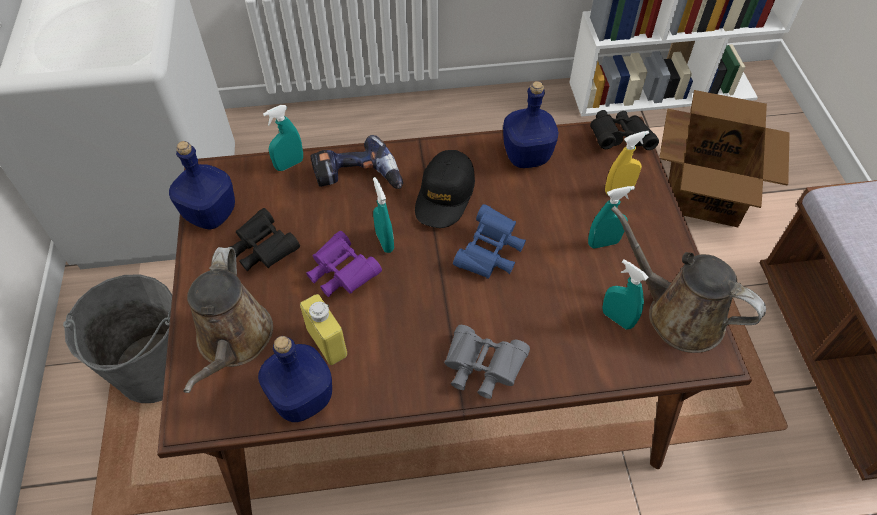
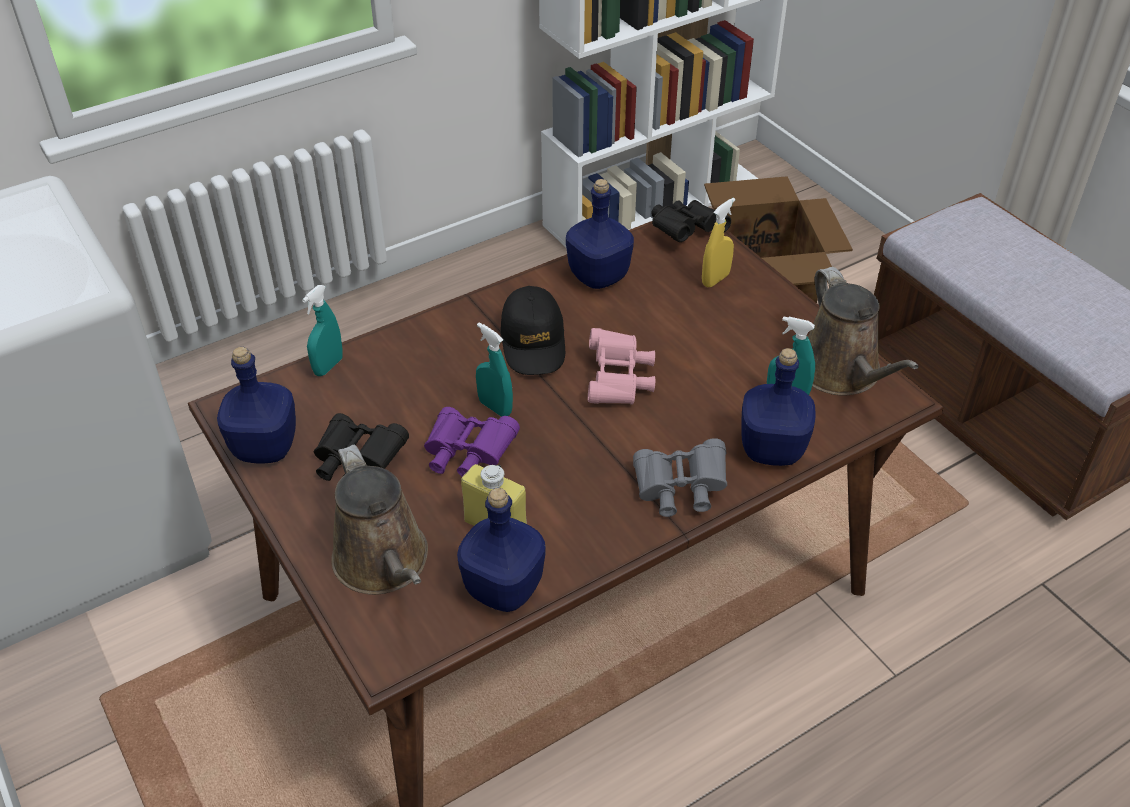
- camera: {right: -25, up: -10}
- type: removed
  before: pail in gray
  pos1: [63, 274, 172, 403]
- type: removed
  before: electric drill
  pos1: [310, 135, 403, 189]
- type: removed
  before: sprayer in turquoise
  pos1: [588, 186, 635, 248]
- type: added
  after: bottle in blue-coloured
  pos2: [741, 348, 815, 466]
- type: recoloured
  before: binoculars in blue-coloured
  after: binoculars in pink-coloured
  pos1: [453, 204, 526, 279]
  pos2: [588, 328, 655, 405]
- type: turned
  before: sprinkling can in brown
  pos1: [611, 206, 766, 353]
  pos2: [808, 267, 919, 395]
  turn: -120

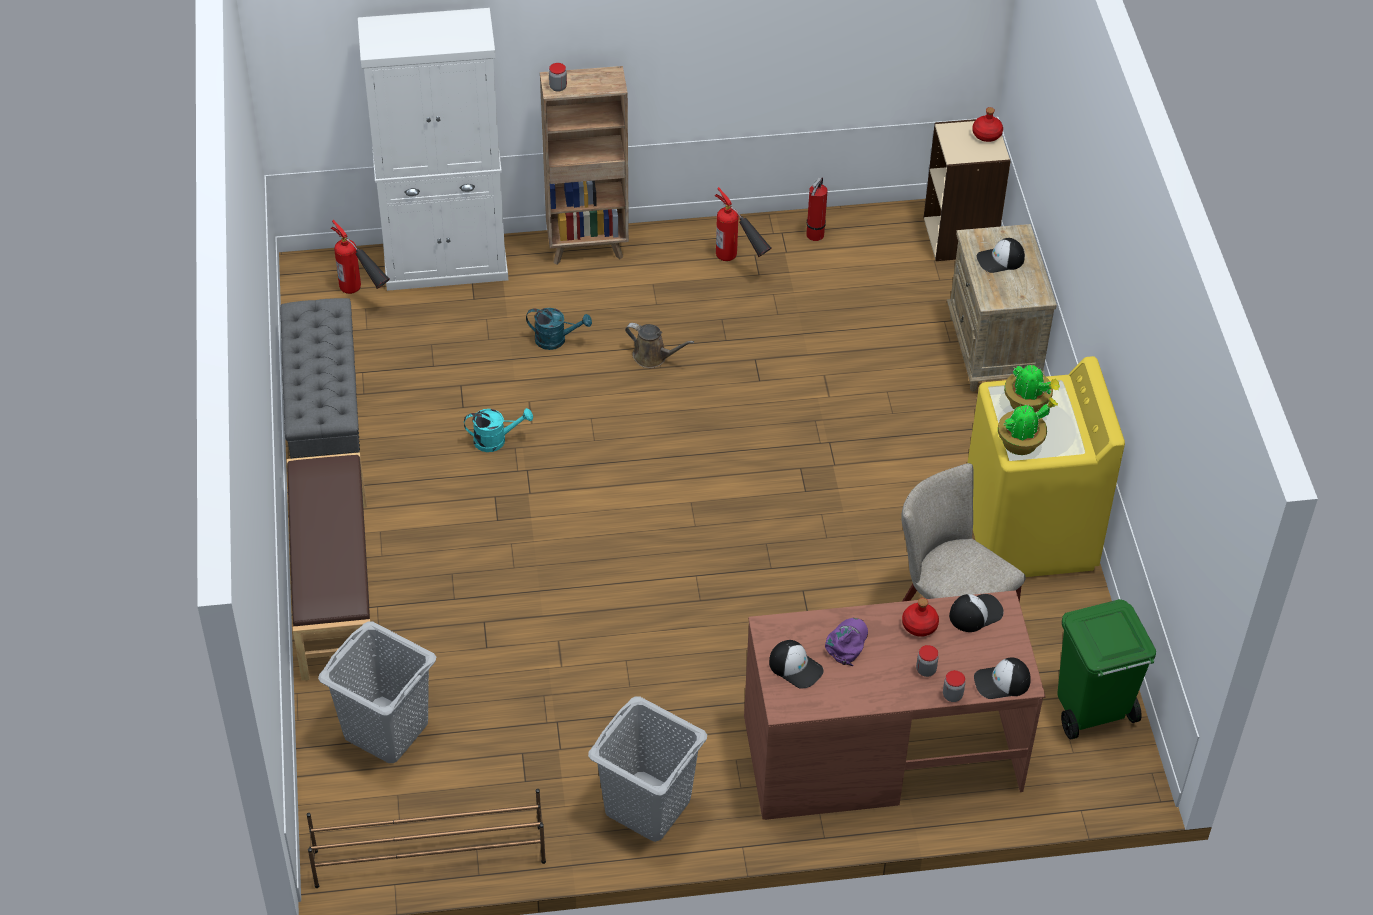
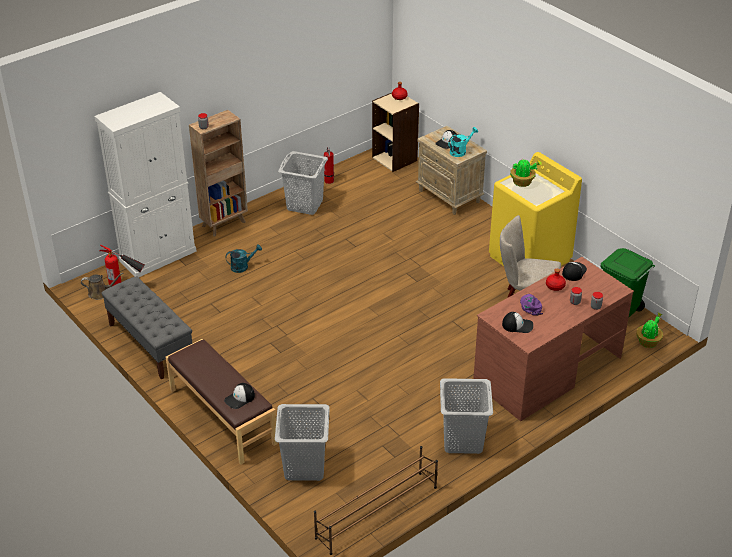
- camera: {right: -30, up: -10}
- type: moved
  before: sprinkling can in turquoise
  pos1: [464, 408, 533, 452]
  pos2: [448, 127, 478, 157]
- type: moved
  before: sprinkling can in brown
  pos1: [625, 323, 694, 368]
  pos2: [81, 273, 123, 300]
- type: moved
  before: cap
  pos1: [974, 657, 1031, 699]
  pos2: [224, 383, 255, 409]
- type: moved
  before: potted plant
  pos1: [998, 397, 1058, 455]
  pos2: [636, 313, 663, 348]
- type: replaced
  before: extinguisher
  after: washing basket in gray
  pos1: [714, 187, 772, 261]
  pos2: [278, 151, 328, 215]

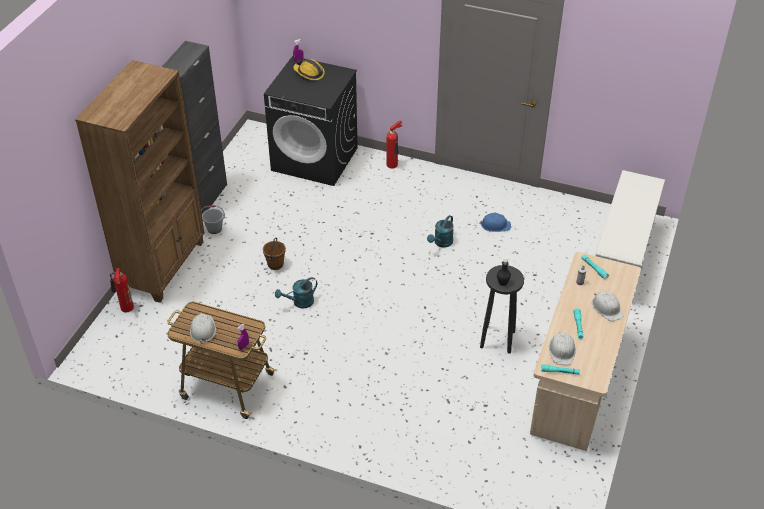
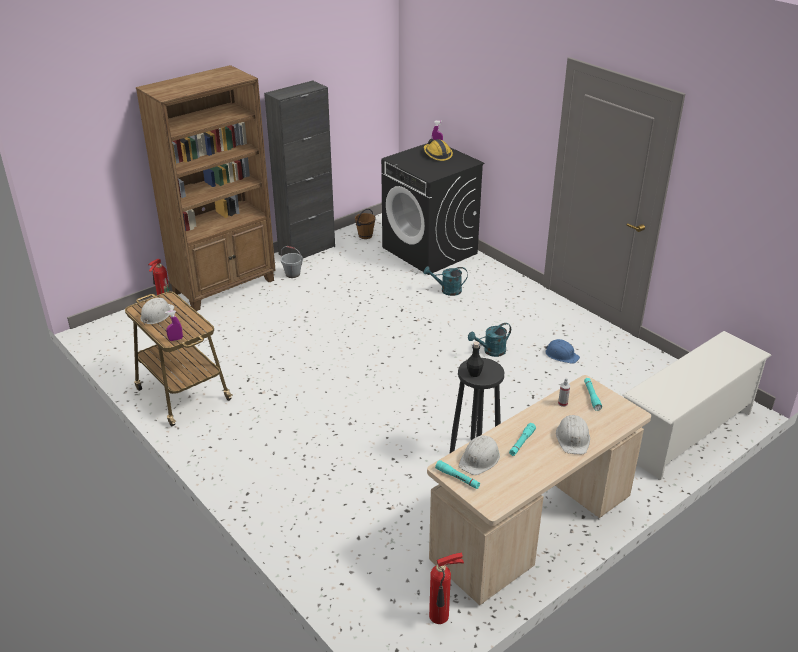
- camera: {right: 30, up: -10}
- type: moved
  before: pail in brown
  pos1: [263, 238, 286, 270]
  pos2: [355, 209, 375, 239]
- type: moved
  before: sprinkling can in turquoise
  pos1: [275, 277, 317, 308]
  pos2: [424, 266, 468, 296]
- type: moved
  before: extinguisher
  pos1: [387, 120, 402, 169]
  pos2: [429, 553, 464, 624]

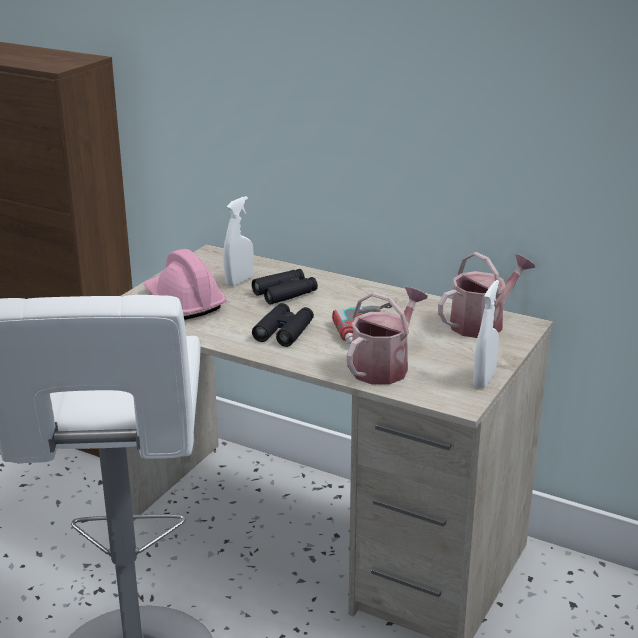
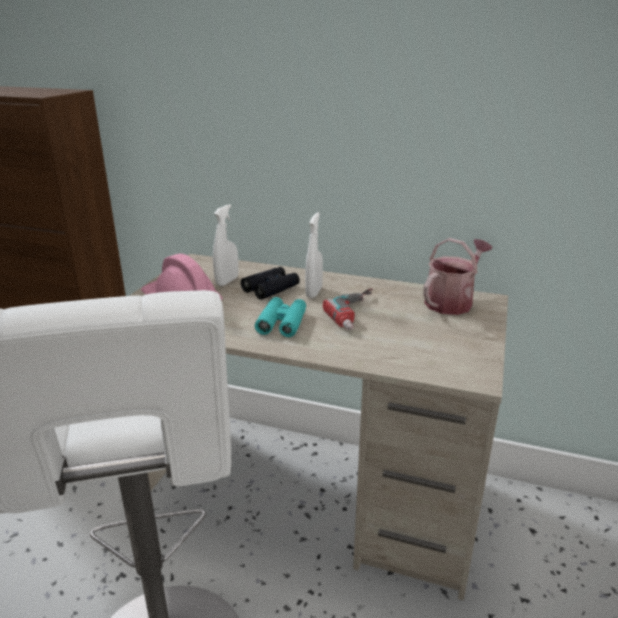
- camera: {right: -10, up: 0}
- type: removed
  before: sprinkling can
  pos1: [347, 287, 428, 385]
- type: moved
  before: sprayer in white
  pos1: [473, 280, 499, 388]
  pos2: [305, 212, 323, 298]
- type: recoloured
  before: binoculars in black
  after: binoculars in turquoise
  pos1: [252, 303, 314, 347]
  pos2: [255, 297, 306, 337]

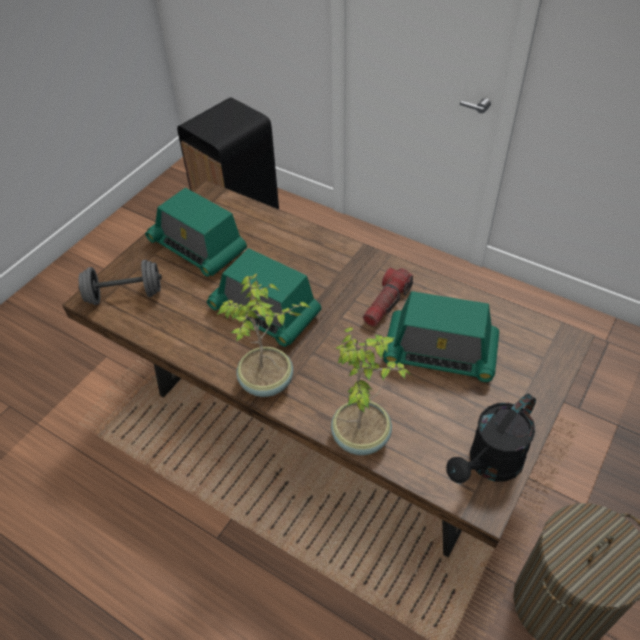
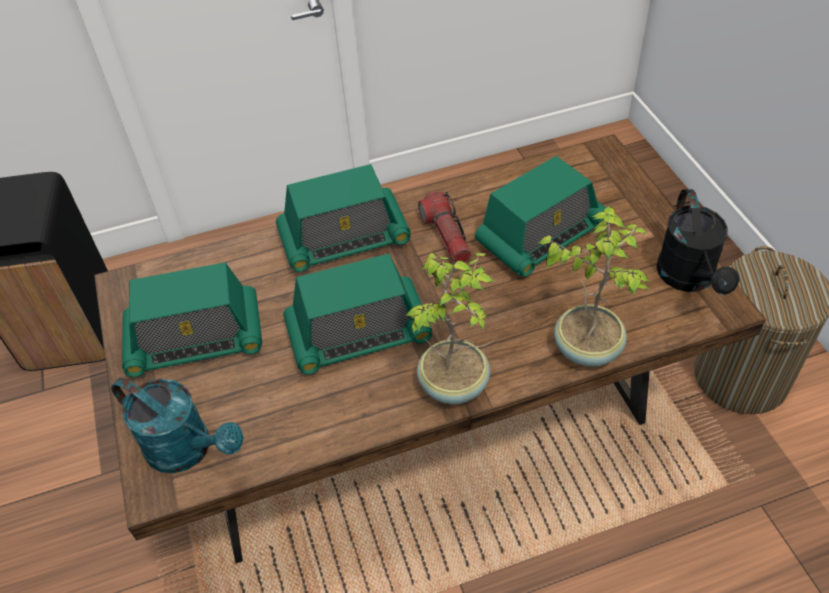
- camera: {right: -50, up: 0}
- type: added
  after: radio set
  pos2: [276, 164, 411, 272]
- type: replaced
  before: hand weight in gray
  after: sprinkling can in turquoise
  pos1: [78, 260, 162, 305]
  pos2: [111, 378, 244, 473]

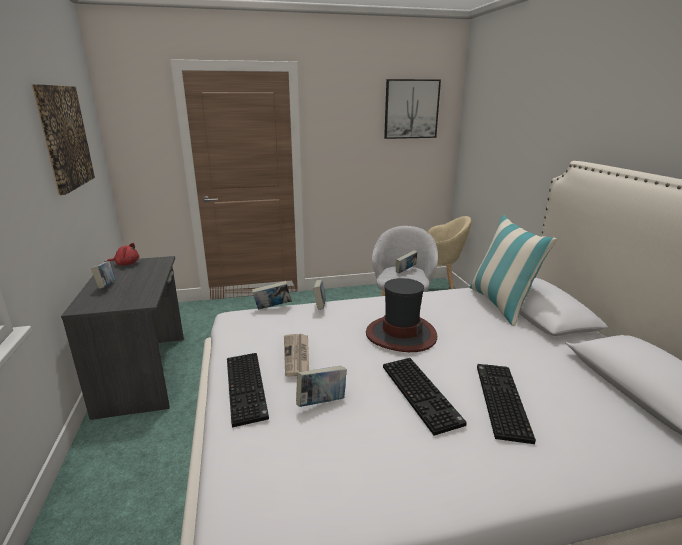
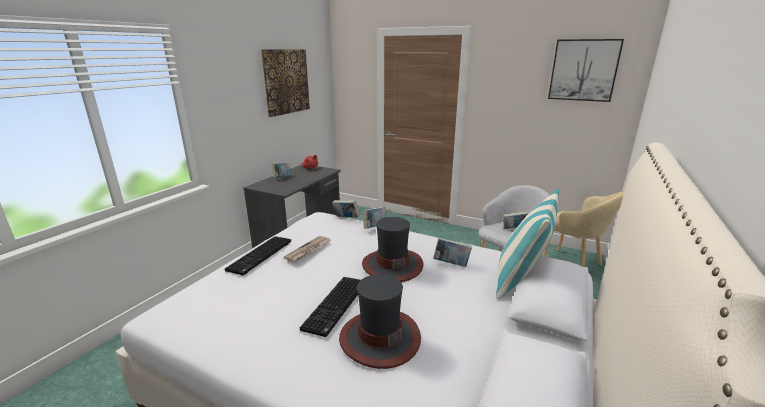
- camera: {right: 40, up: 0}
- type: moved
  before: volume
  pos1: [296, 366, 347, 407]
  pos2: [433, 237, 472, 267]
- type: replaced
  before: keyboard
  after: wearable hat
  pos1: [477, 364, 536, 444]
  pos2: [339, 274, 421, 369]

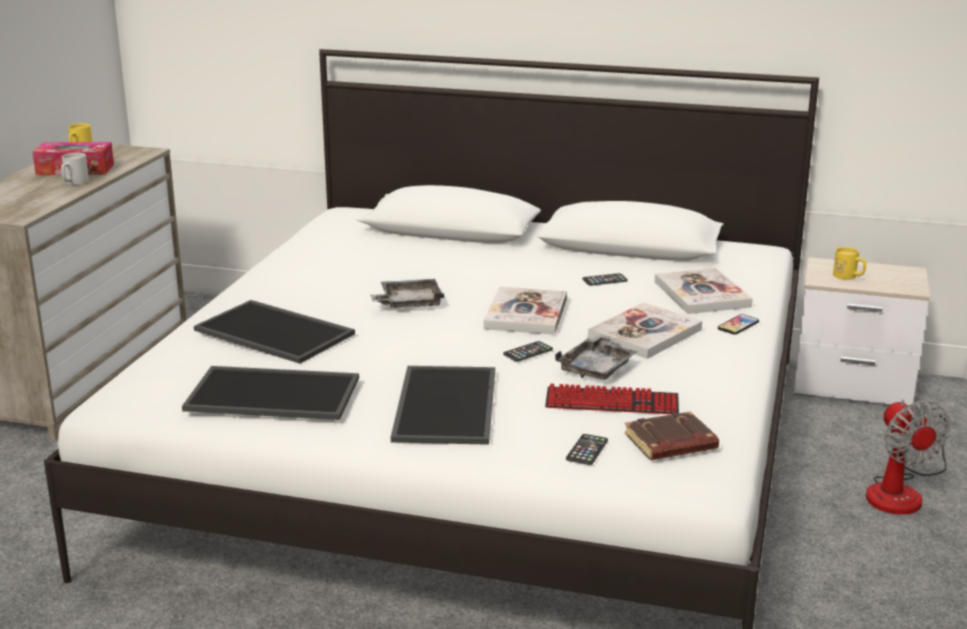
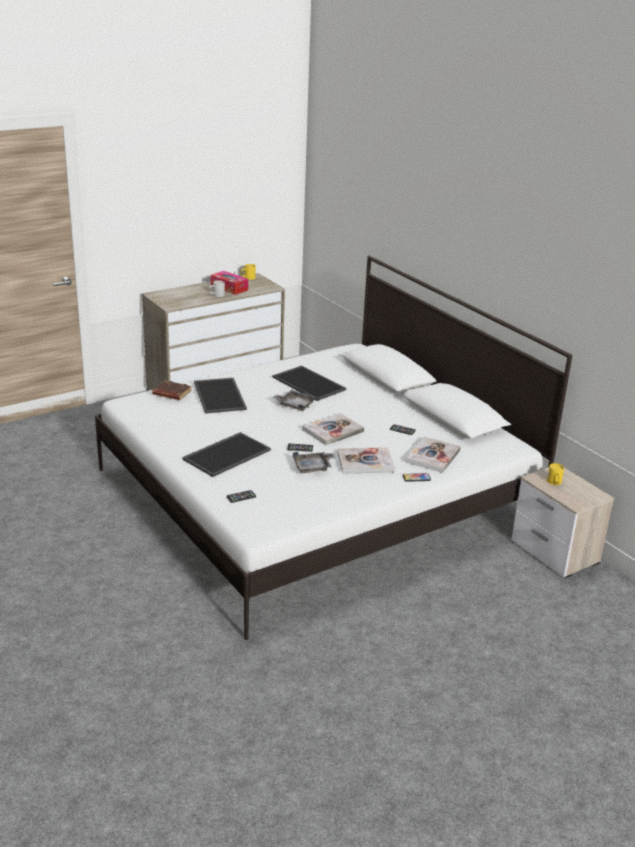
- camera: {right: 40, up: 5}
- type: removed
  before: keyboard
  pos1: [545, 384, 679, 414]
- type: removed
  before: fan
  pos1: [866, 399, 950, 515]
- type: moved
  before: tray
  pos1: [182, 366, 359, 420]
  pos2: [273, 366, 346, 401]
- type: moved
  before: volume in brown
  pos1: [624, 411, 719, 460]
  pos2: [152, 380, 192, 400]

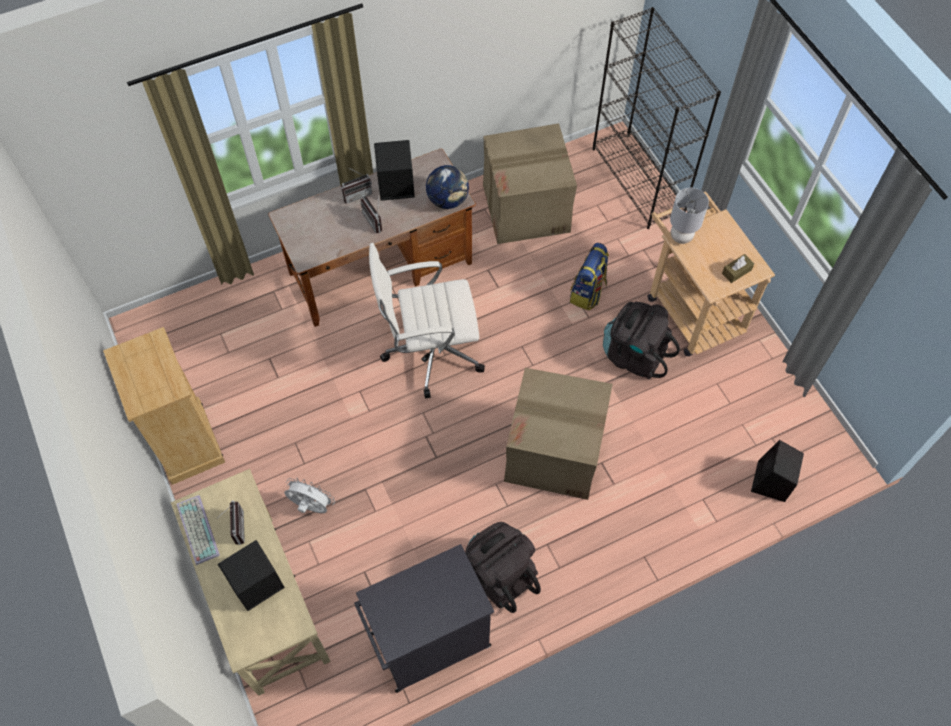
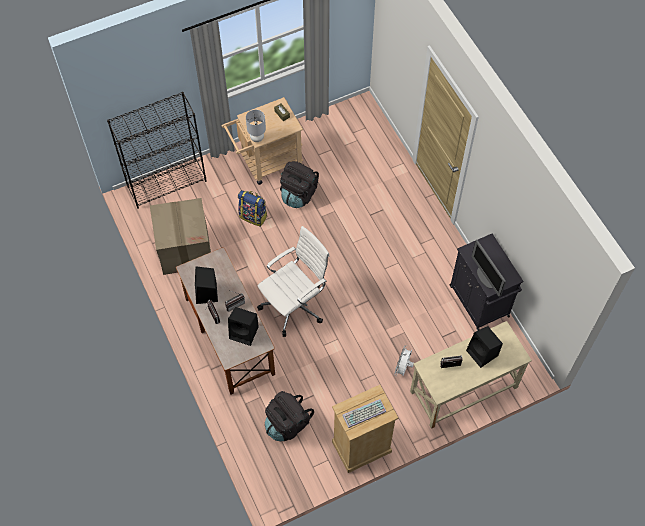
- camera: {right: -90, up: 0}
- type: removed
  before: desk globe
  pos1: [426, 165, 469, 209]
- type: removed
  before: carton
  pos1: [504, 368, 613, 500]
- type: added
  after: computer screen
  pos2: [471, 240, 506, 297]
- type: moved
  before: keyboard
  pos1: [177, 495, 220, 565]
  pos2: [342, 399, 386, 428]
- type: moved
  before: rucksack in black
  pos1: [465, 522, 541, 613]
  pos2: [265, 391, 314, 441]
- type: moved
  before: loudspeaker in black
  pos1: [751, 440, 804, 502]
  pos2: [228, 307, 259, 346]
- type: turned
  before: desk chair in white
  pos1: [369, 243, 485, 398]
  pos2: [257, 226, 330, 337]
  turn: -120

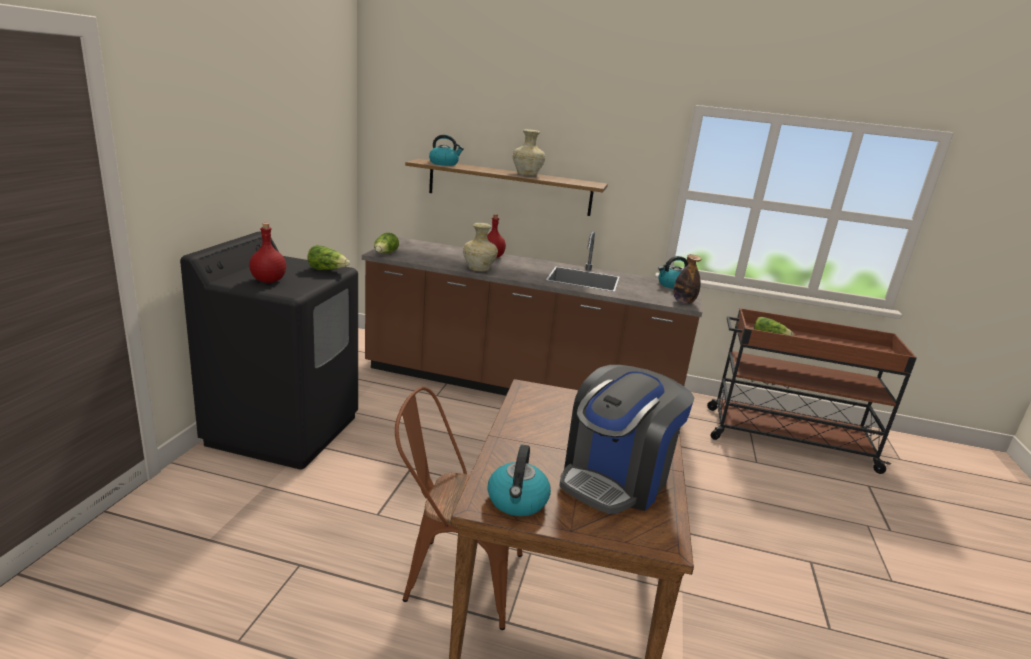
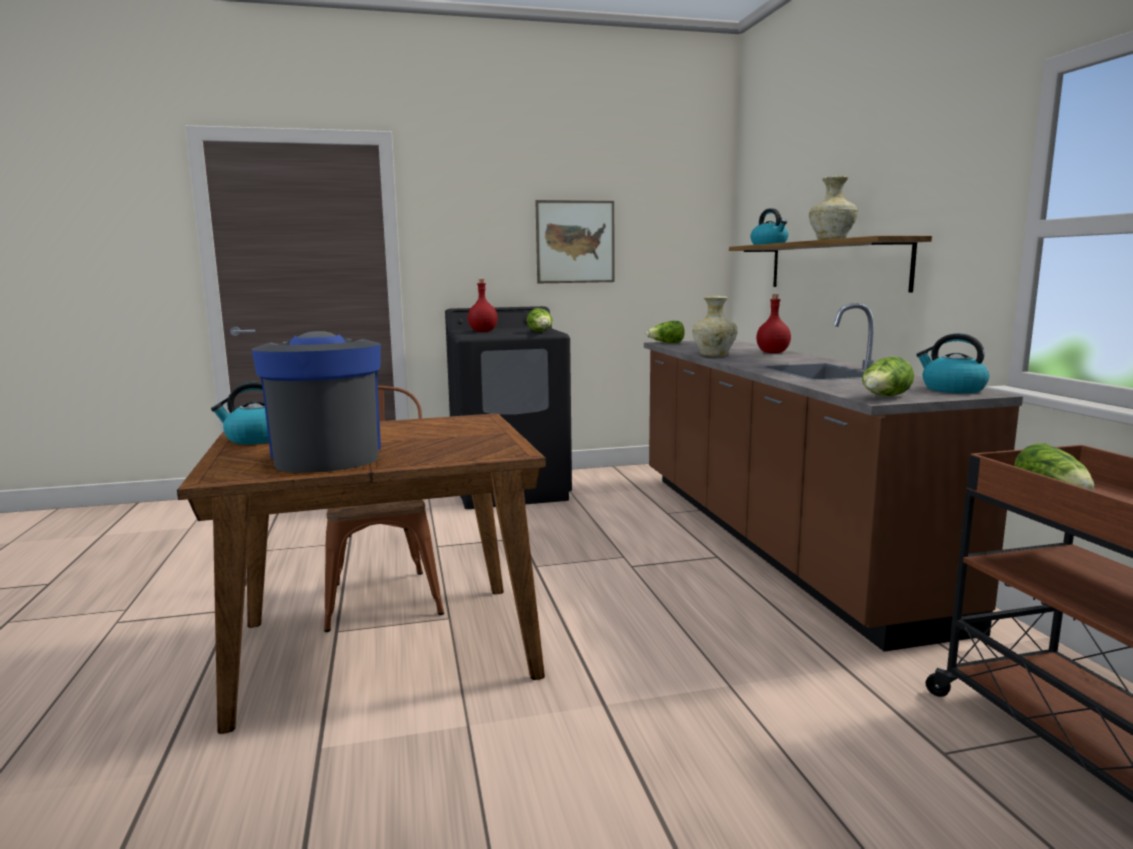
- camera: {right: 65, up: -10}
- type: added
  after: picture
  pos2: [535, 200, 615, 283]
- type: replaced
  before: bottle
  after: head of lettuce
  pos1: [674, 254, 701, 304]
  pos2: [862, 356, 914, 396]
- type: turned
  before: coffee maker
  pos1: [559, 365, 694, 514]
  pos2: [252, 331, 381, 473]
  turn: 60

